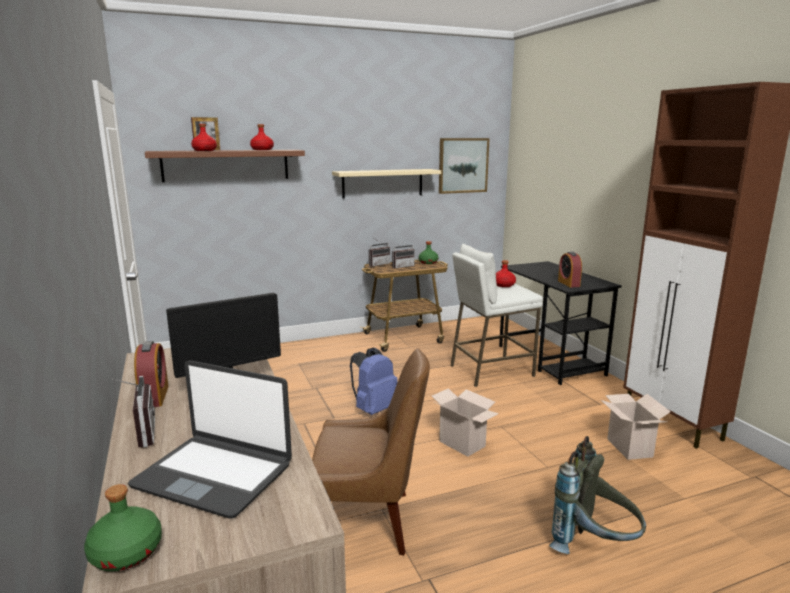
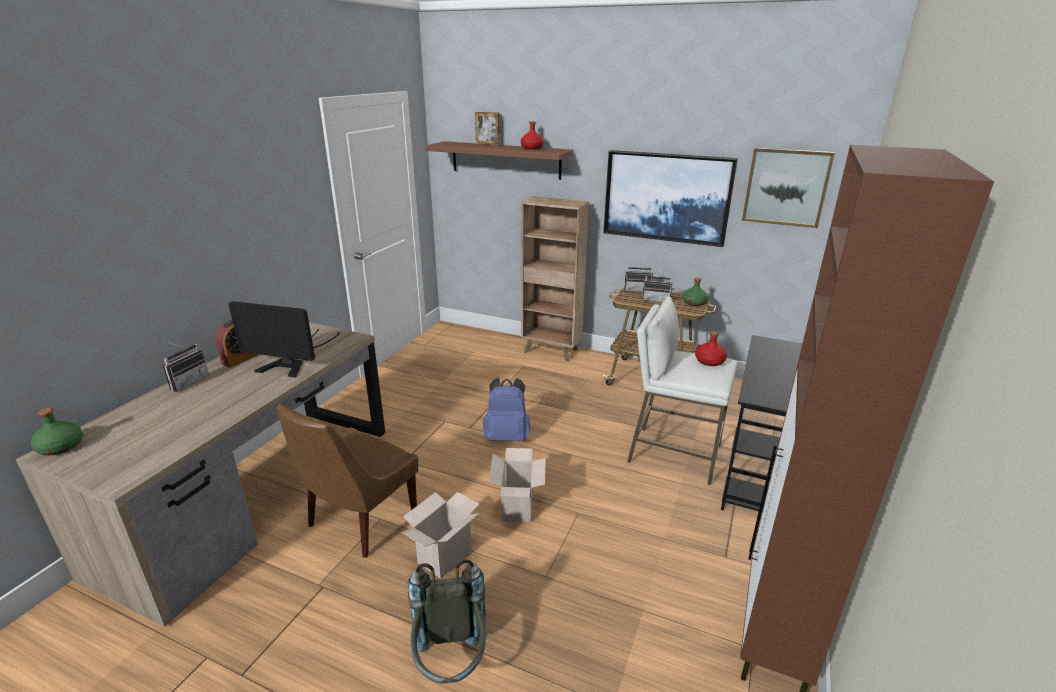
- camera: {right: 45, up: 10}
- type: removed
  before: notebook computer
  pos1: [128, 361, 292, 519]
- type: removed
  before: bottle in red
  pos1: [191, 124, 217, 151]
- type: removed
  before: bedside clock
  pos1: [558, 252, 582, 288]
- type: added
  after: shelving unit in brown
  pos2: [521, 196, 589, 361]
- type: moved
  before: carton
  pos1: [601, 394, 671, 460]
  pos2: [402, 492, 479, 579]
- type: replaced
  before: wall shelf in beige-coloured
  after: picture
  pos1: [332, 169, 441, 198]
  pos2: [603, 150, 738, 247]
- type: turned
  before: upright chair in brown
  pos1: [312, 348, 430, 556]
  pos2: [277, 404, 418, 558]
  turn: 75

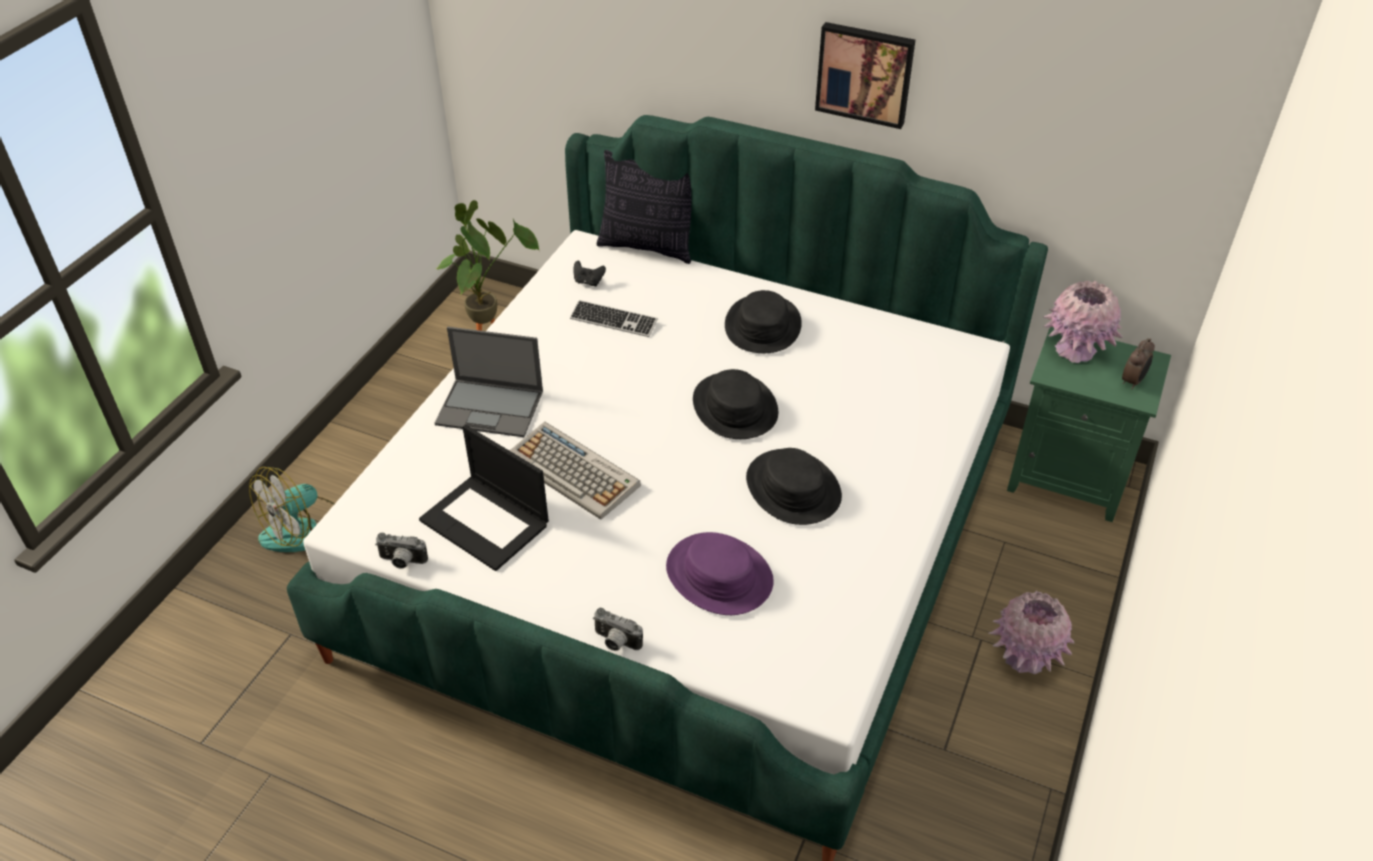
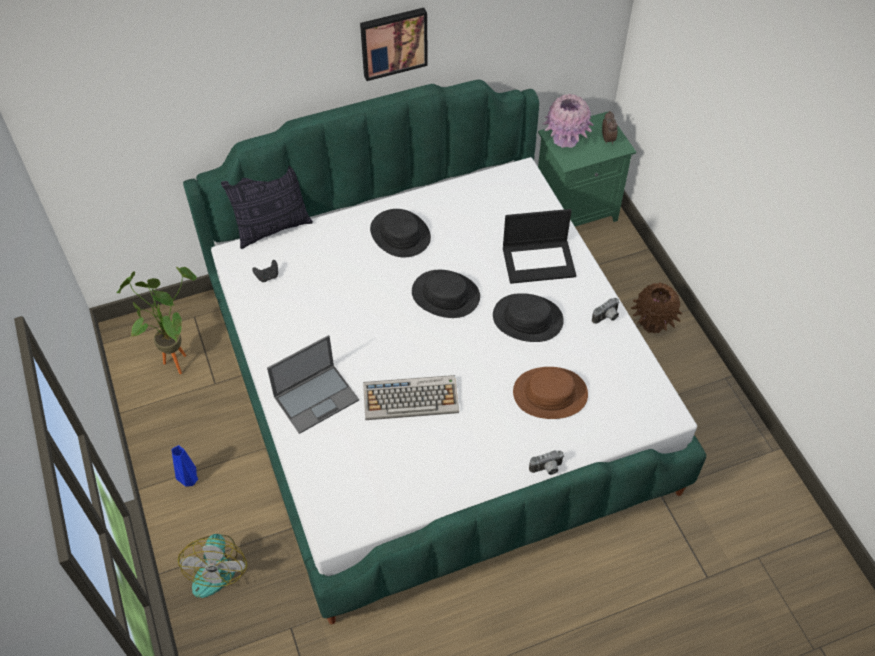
- camera: {right: -45, up: 10}
- type: removed
  before: keyboard
  pos1: [570, 300, 658, 337]
- type: added
  after: flower vase in blue-coloured
  pos2: [171, 445, 198, 487]
- type: moved
  before: still camera
  pos1: [375, 532, 428, 569]
  pos2: [592, 298, 620, 324]
- type: moved
  before: notebook computer
  pos1: [419, 425, 549, 571]
  pos2: [503, 209, 576, 284]
- type: recoloured
  before: wearable hat in purplish
  after: wearable hat in brown
  pos1: [666, 532, 774, 615]
  pos2: [513, 367, 588, 419]
- type: recoloured
  before: flower vase in pink-coloured
  after: flower vase in brown
  pos1: [988, 590, 1075, 674]
  pos2: [631, 282, 683, 333]

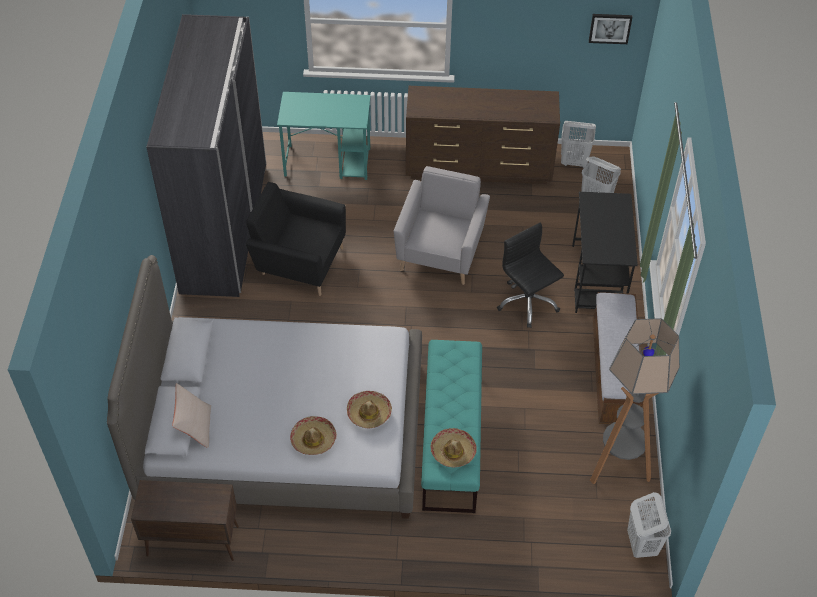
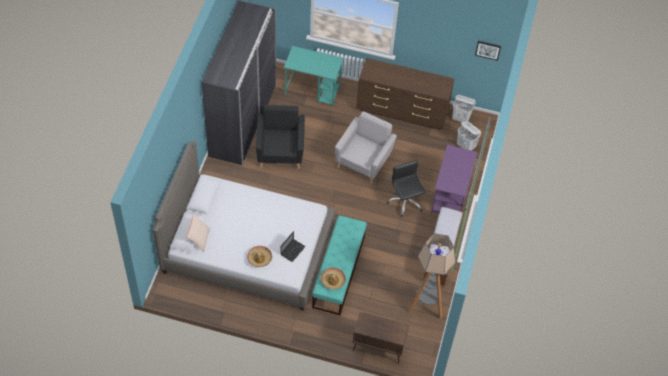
- camera: {right: 10, up: 5}
- type: removed
  before: washing basket in white
  pos1: [627, 492, 671, 558]
- type: moved
  before: cupboard in brown
  pos1: [131, 480, 239, 561]
  pos2: [353, 312, 409, 364]
- type: replaced
  before: wearable hat
  after: notebook computer
  pos1: [347, 391, 392, 428]
  pos2: [280, 231, 306, 262]
- type: recoloured
  before: desk table in black
  after: desk table in purplish
  pos1: [572, 192, 638, 313]
  pos2: [431, 145, 477, 214]
- type: turned
  before: armchair in black
  pos1: [246, 182, 346, 296]
  pos2: [256, 105, 305, 169]
  turn: 60

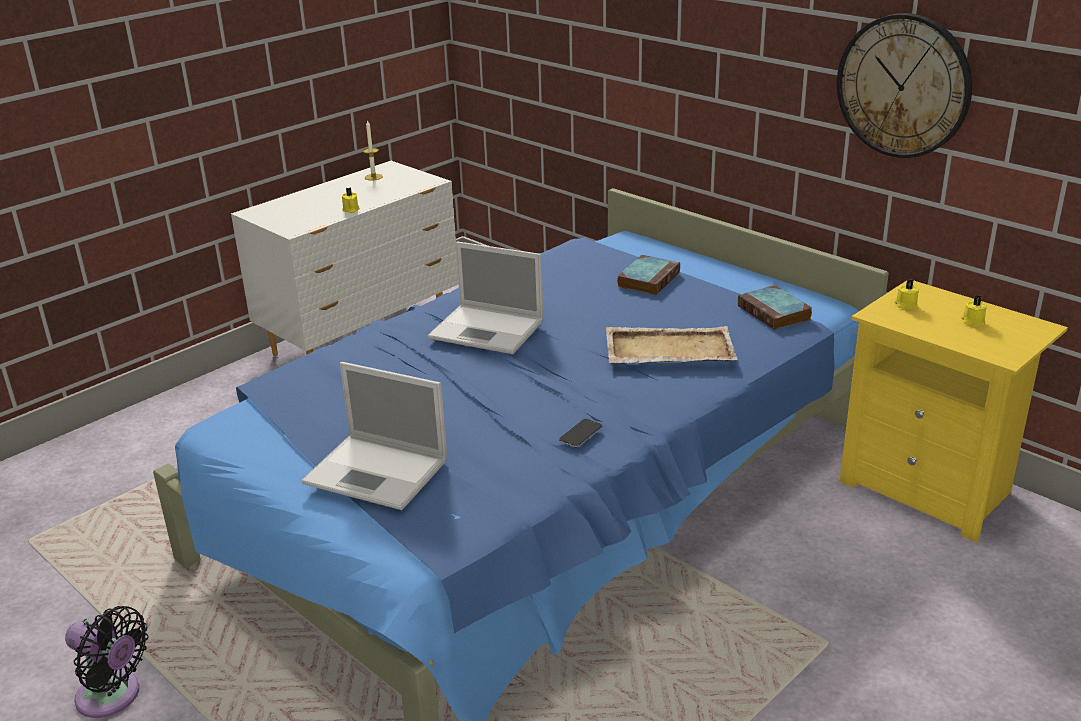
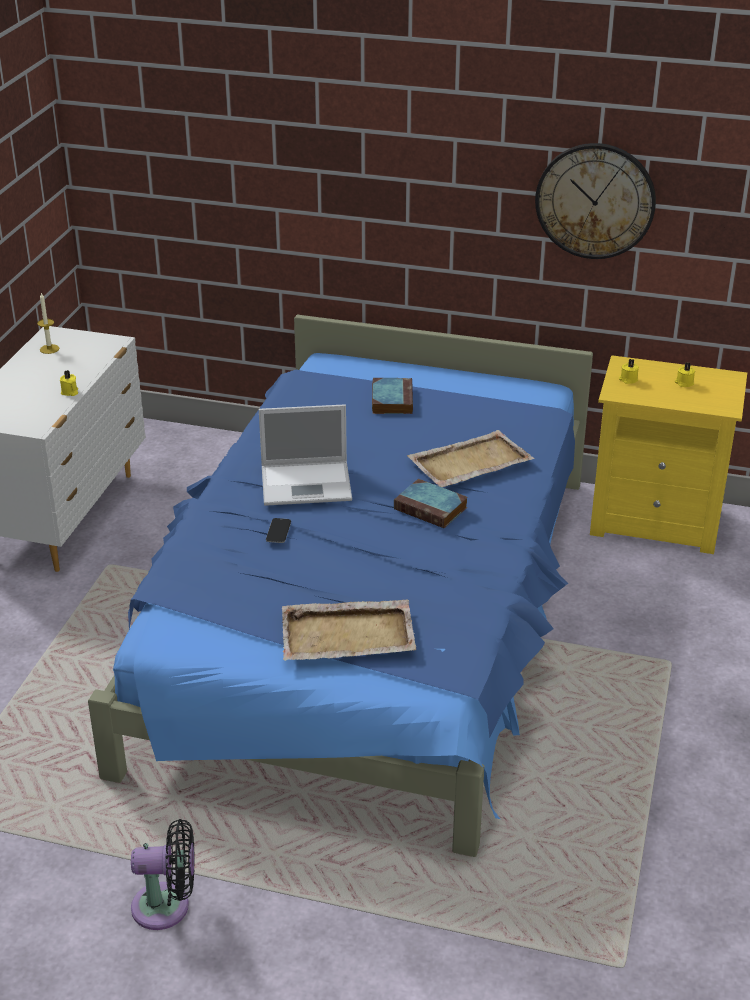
- camera: {right: -30, up: 5}
- type: moved
  before: handset
  pos1: [559, 419, 602, 447]
  pos2: [266, 518, 291, 543]
- type: moved
  before: volume
  pos1: [738, 285, 812, 330]
  pos2: [394, 479, 468, 528]
- type: replaced
  before: notebook computer
  after: tray in beige-coloured
  pos1: [301, 362, 447, 510]
  pos2: [282, 599, 416, 661]

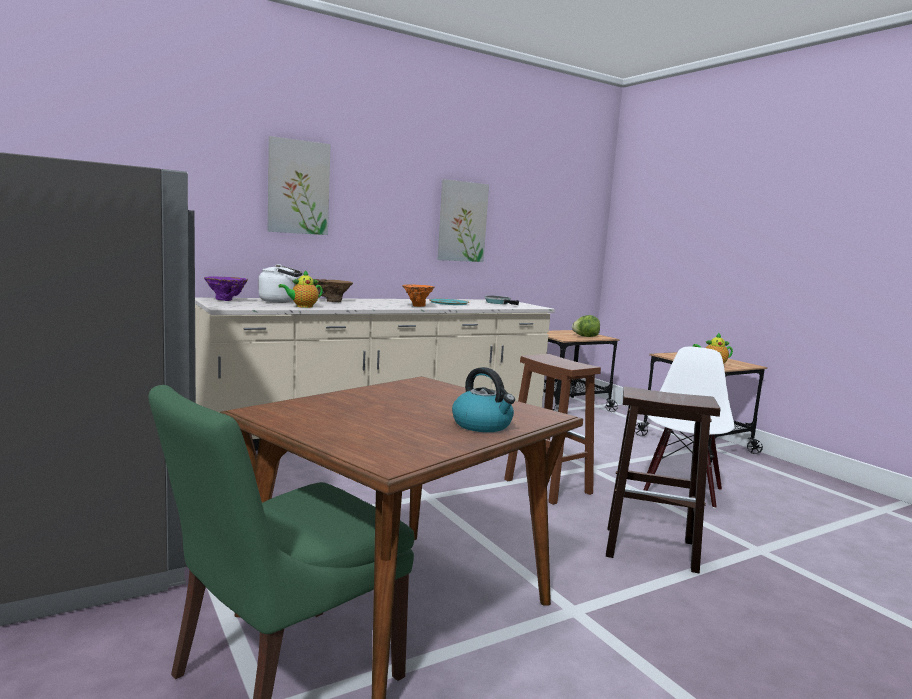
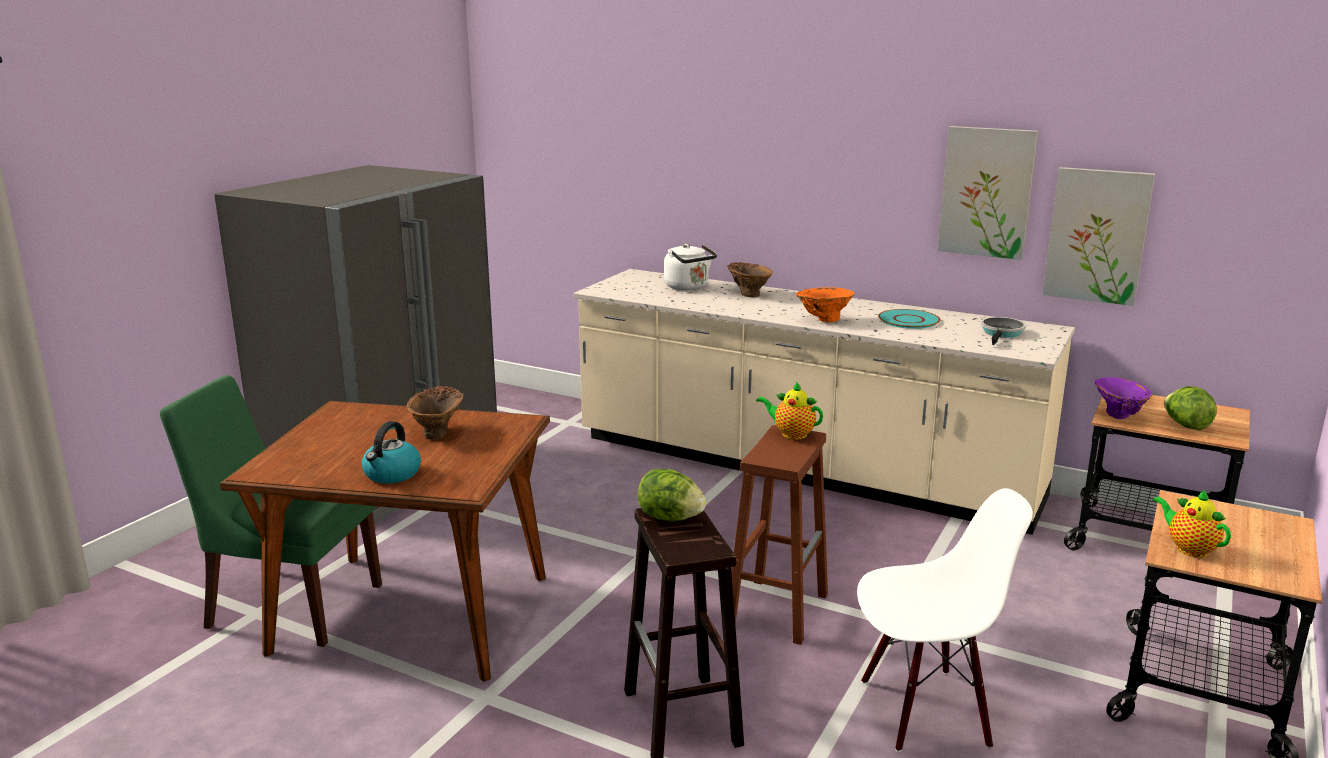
- camera: {right: 60, up: 10}
- type: added
  after: flower vase in brown
  pos2: [407, 386, 464, 439]
- type: added
  after: head of lettuce
  pos2: [638, 469, 706, 521]
- type: moved
  before: flower vase in purplish
  pos1: [204, 277, 248, 301]
  pos2: [1095, 377, 1152, 419]
- type: moved
  before: picture
  pos1: [268, 136, 331, 235]
  pos2: [1043, 167, 1155, 306]
- type: moved
  before: tea pot
  pos1: [278, 270, 323, 308]
  pos2: [756, 382, 823, 440]

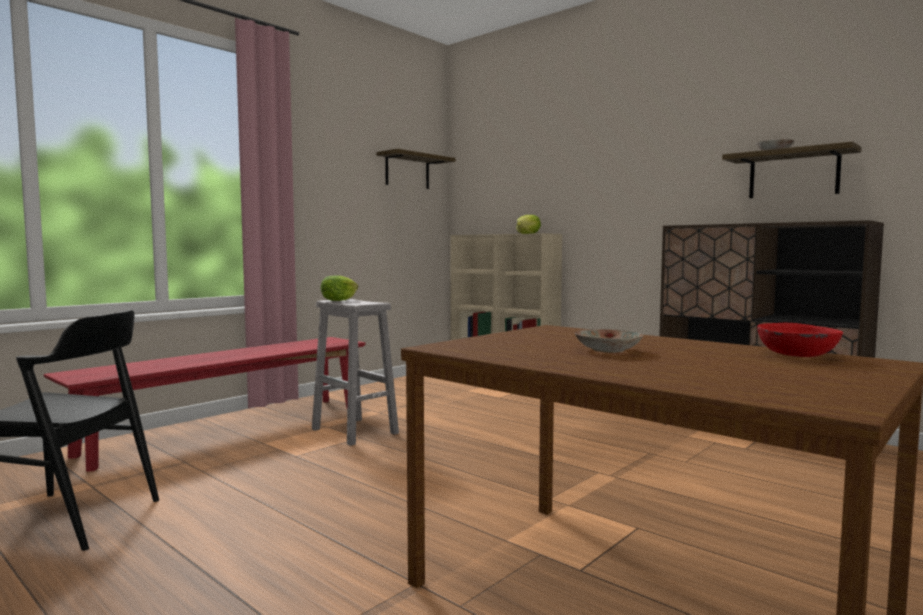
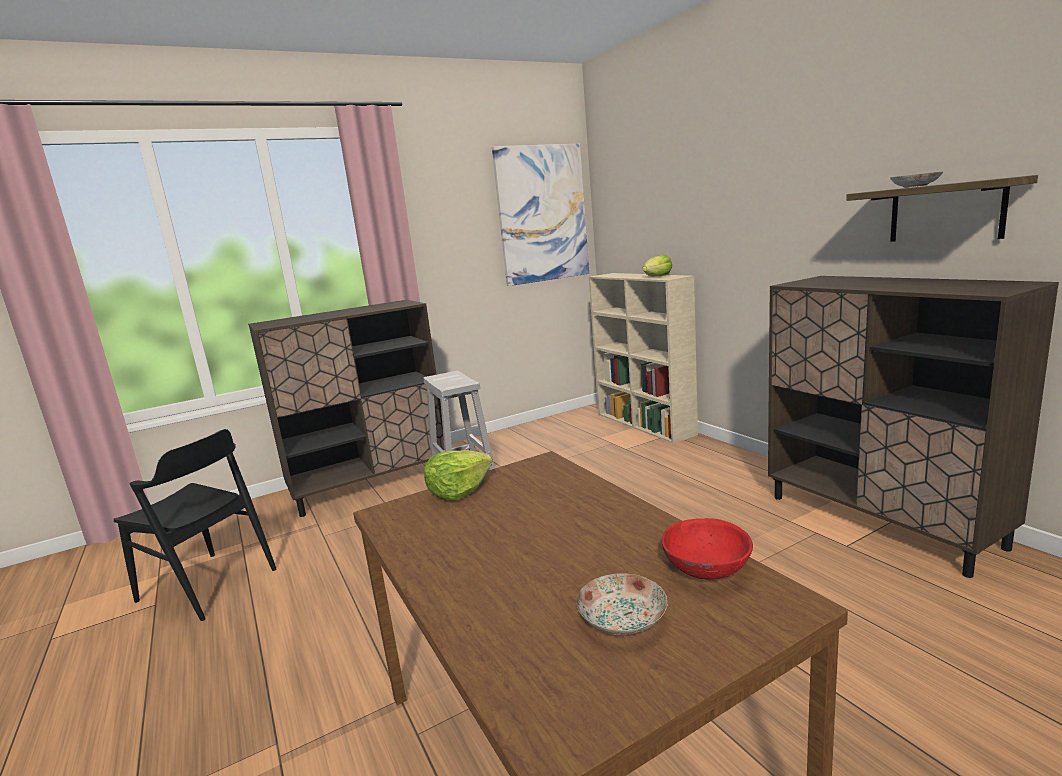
- camera: {right: 20, up: 10}
- type: moved
  before: head of lettuce
  pos1: [321, 275, 358, 301]
  pos2: [424, 450, 493, 501]
- type: moved
  before: flat dish
  pos1: [575, 329, 643, 353]
  pos2: [576, 573, 667, 636]
- type: replaced
  before: bench in red
  after: cupboard in brown
  pos1: [43, 337, 366, 472]
  pos2: [248, 300, 444, 517]
- type: replaced
  before: wall shelf
  after: picture
  pos1: [376, 148, 456, 189]
  pos2: [492, 144, 589, 286]

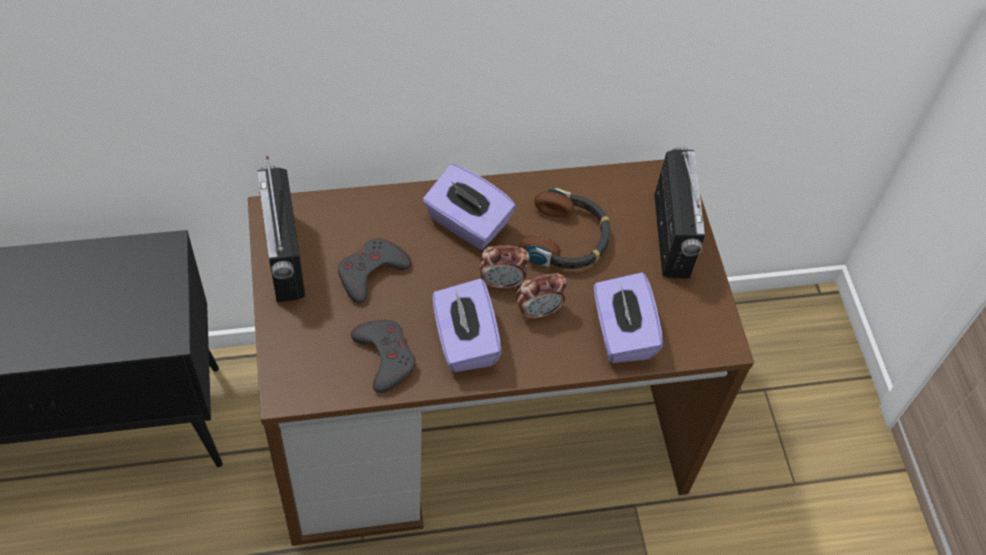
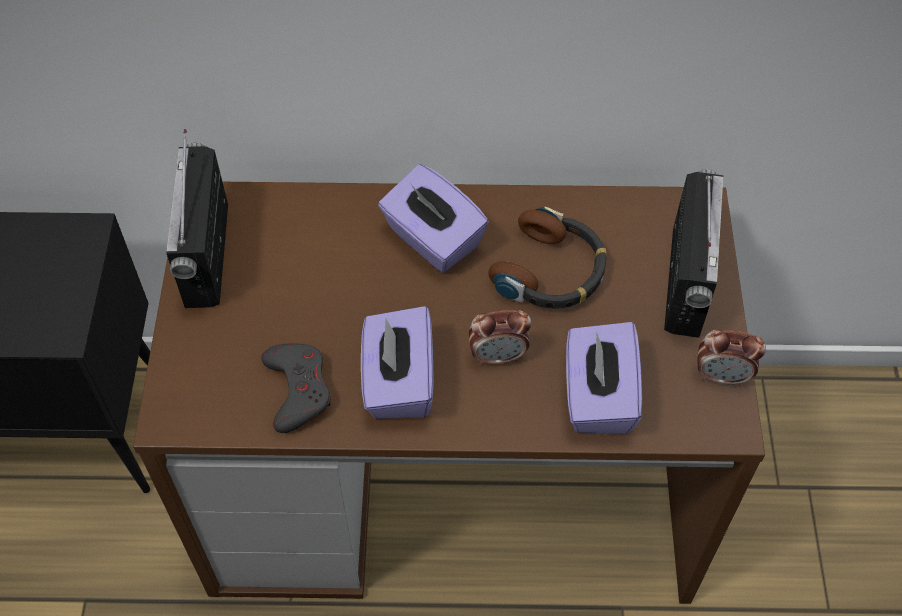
- camera: {right: 15, up: 0}
- type: removed
  before: game controller in gray
  pos1: [338, 238, 412, 304]
- type: moved
  before: bedside clock
  pos1: [480, 245, 530, 289]
  pos2: [697, 329, 766, 386]

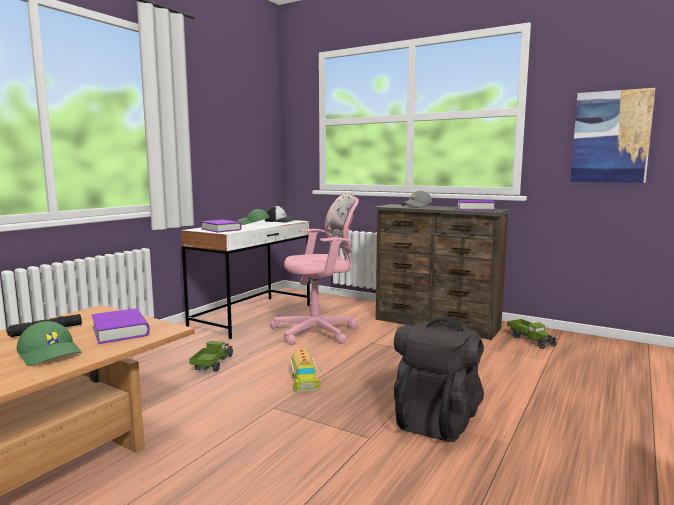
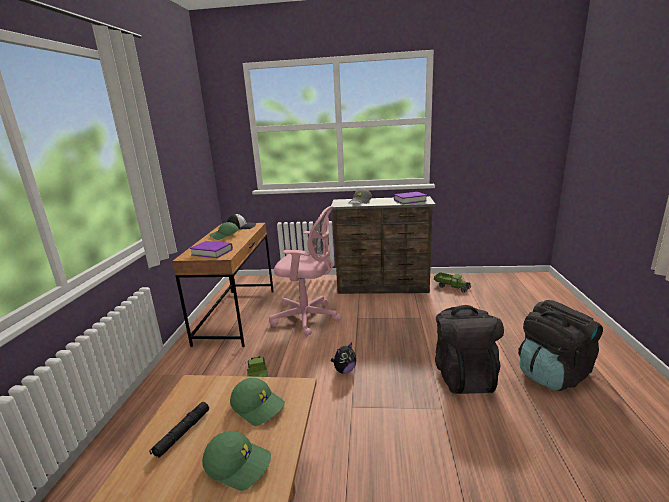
- camera: {right: -25, up: 10}
- type: removed
  before: picture
  pos1: [570, 88, 655, 183]
- type: added
  after: rucksack in black
  pos2: [518, 300, 603, 391]
- type: replaced
  before: volume in purplish
  after: cap in green-coloured
  pos1: [92, 308, 150, 344]
  pos2: [230, 378, 285, 426]
- type: replaced
  before: toy lorry
  after: plush toy
  pos1: [290, 349, 322, 392]
  pos2: [331, 343, 356, 374]
- type: recoloured
  before: desk table in white
  after: desk table in brown
  pos1: [181, 219, 310, 339]
  pos2: [172, 223, 274, 347]
- type: turned
  before: desk chair in pink-coloured
  pos1: [270, 194, 359, 345]
  pos2: [269, 206, 342, 337]
  turn: 60

